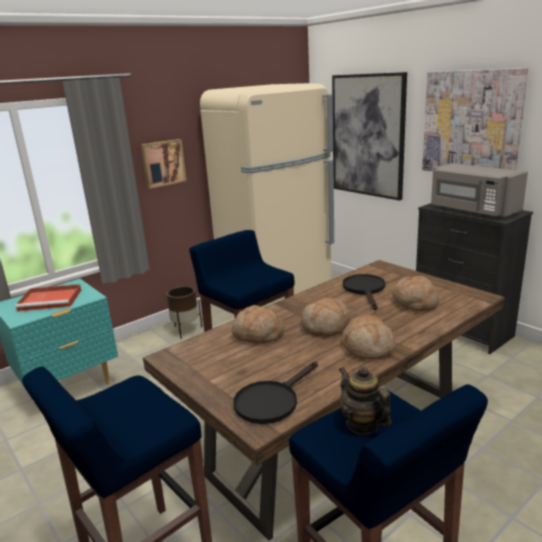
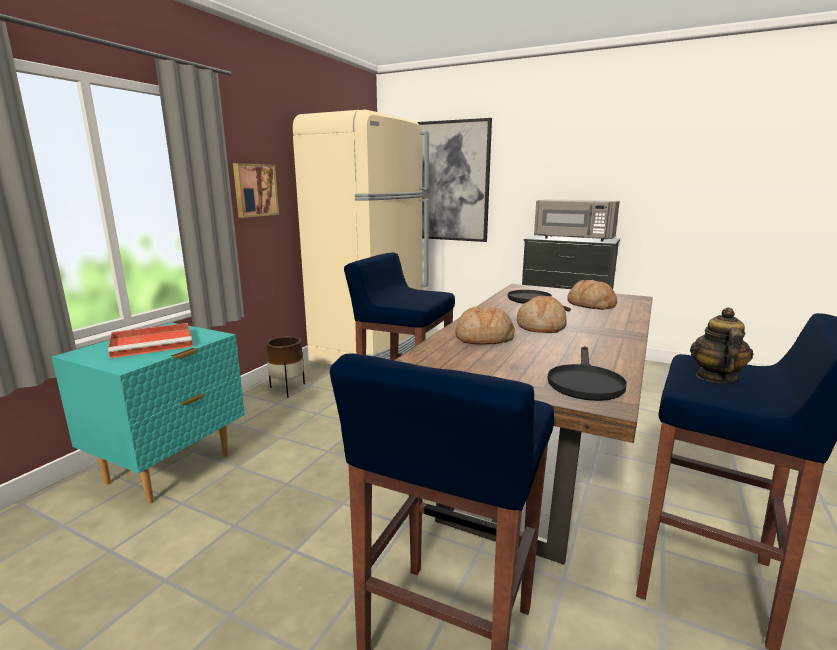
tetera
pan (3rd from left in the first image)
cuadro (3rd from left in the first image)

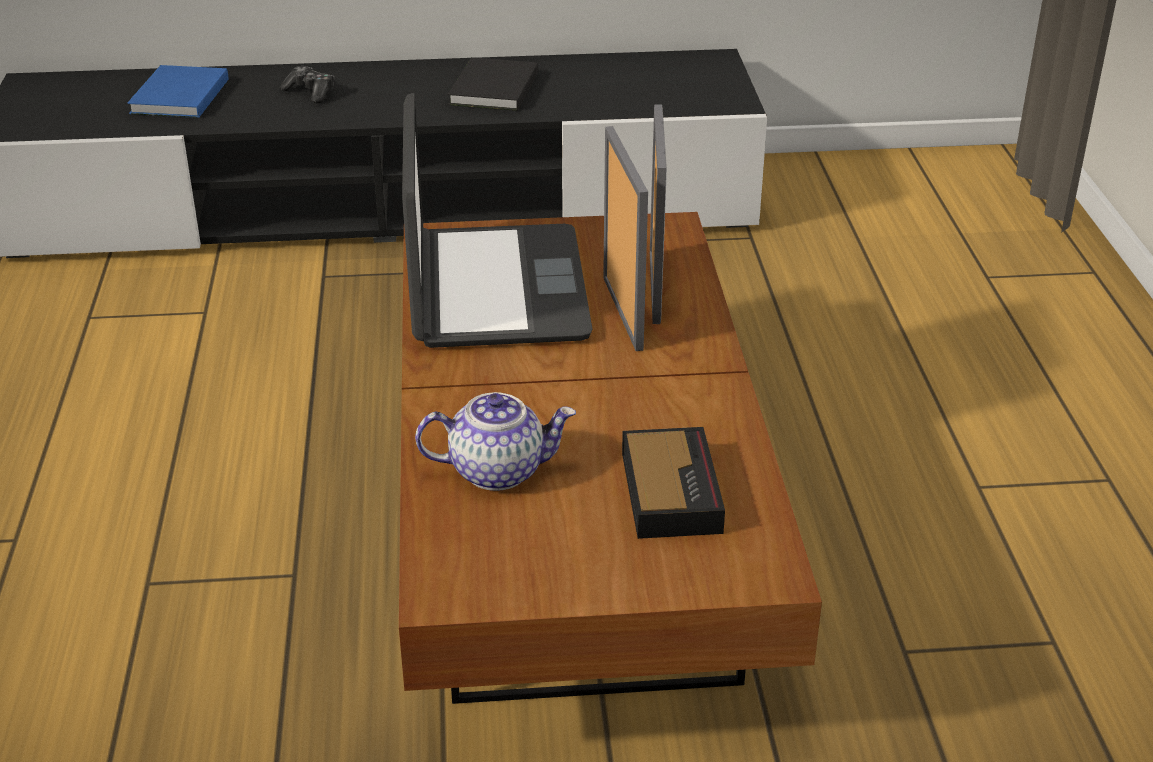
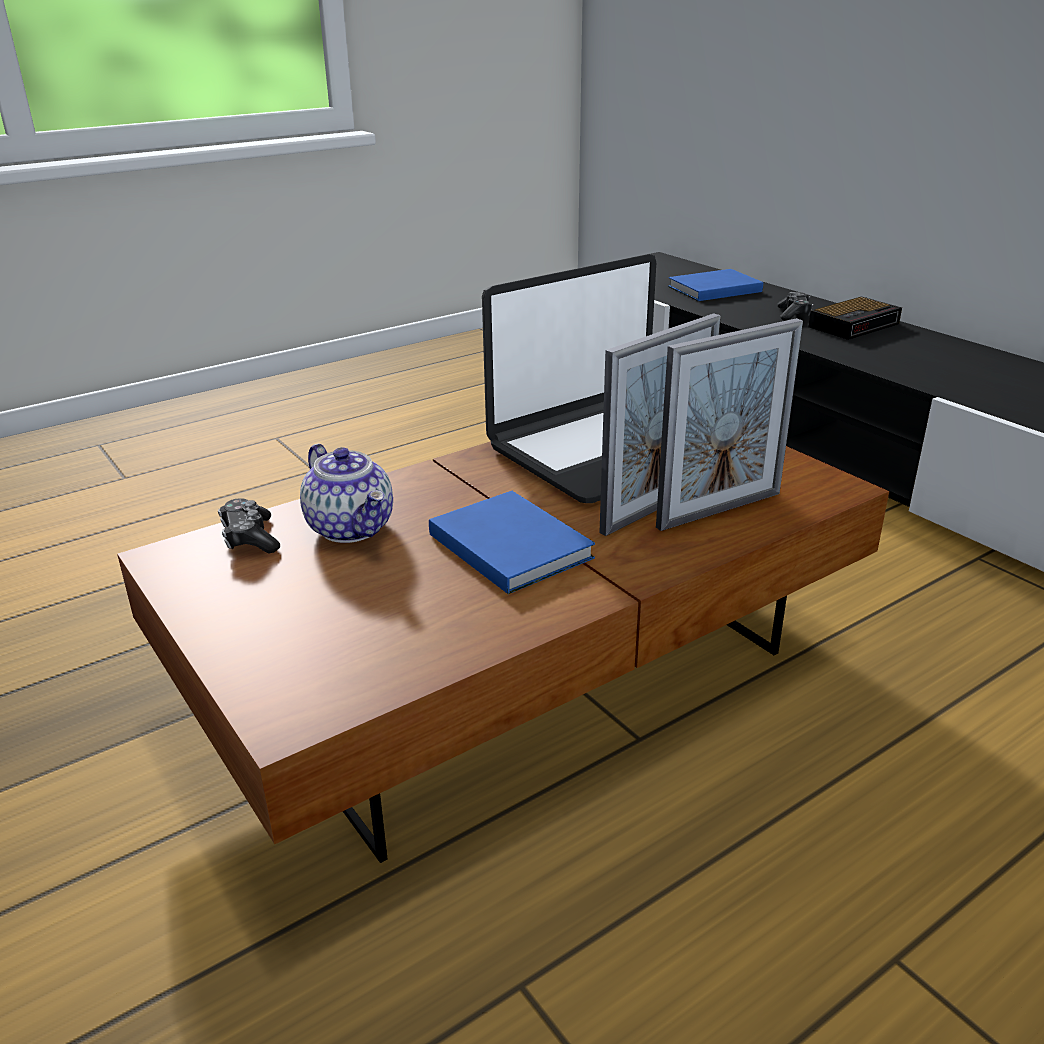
mando de consola (1st from left)
libro [azul] (1st from left)
despertador
libro [negro]

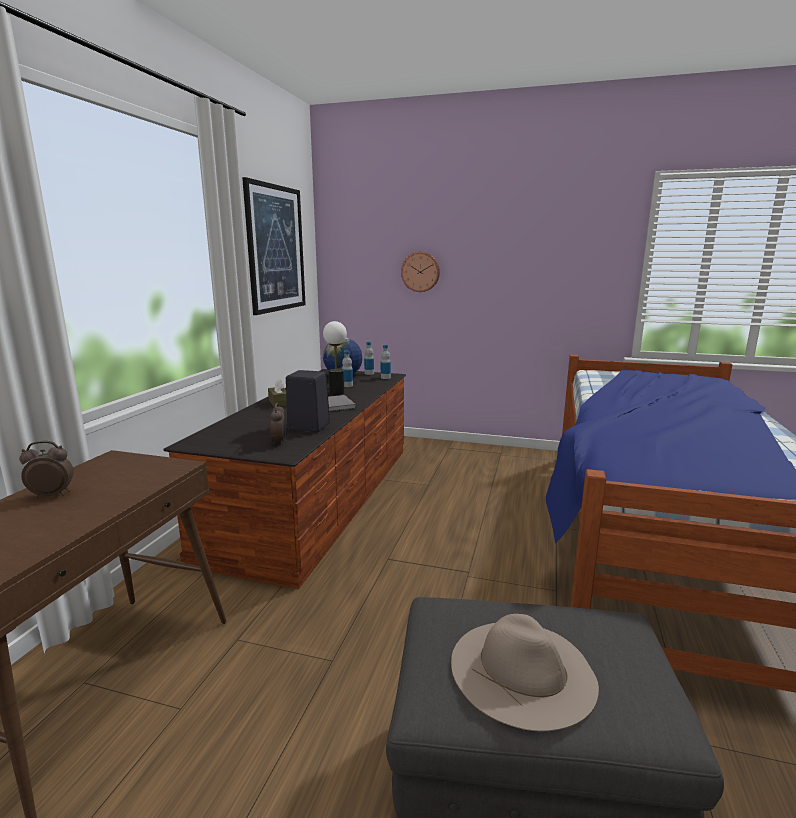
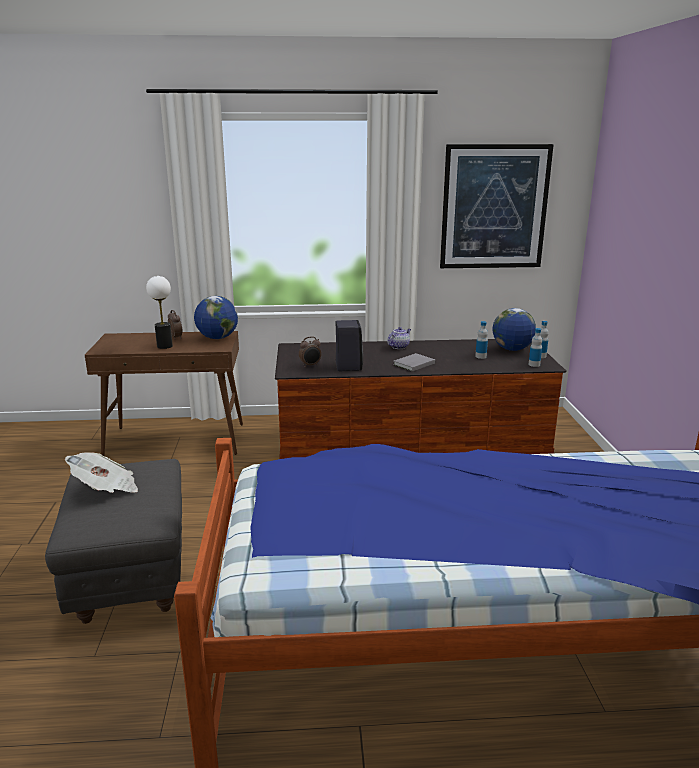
periódico
lámpara de mesa
globo terráqueo (1st from left)
tetera
reloj de pared

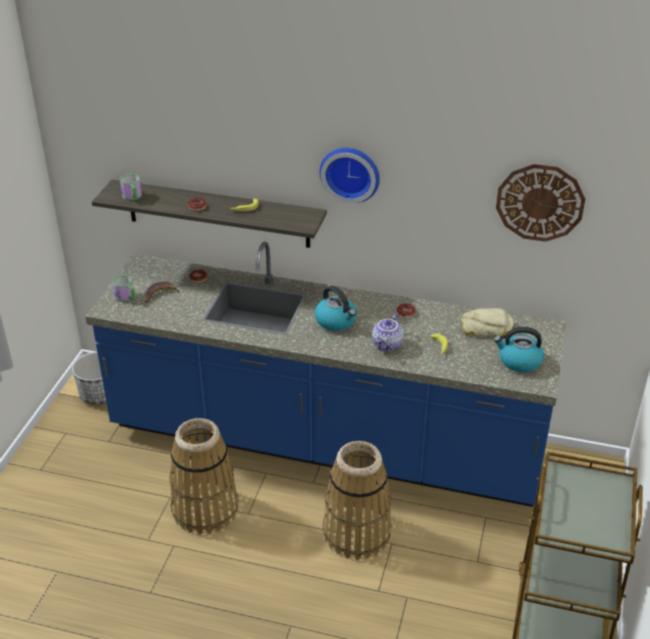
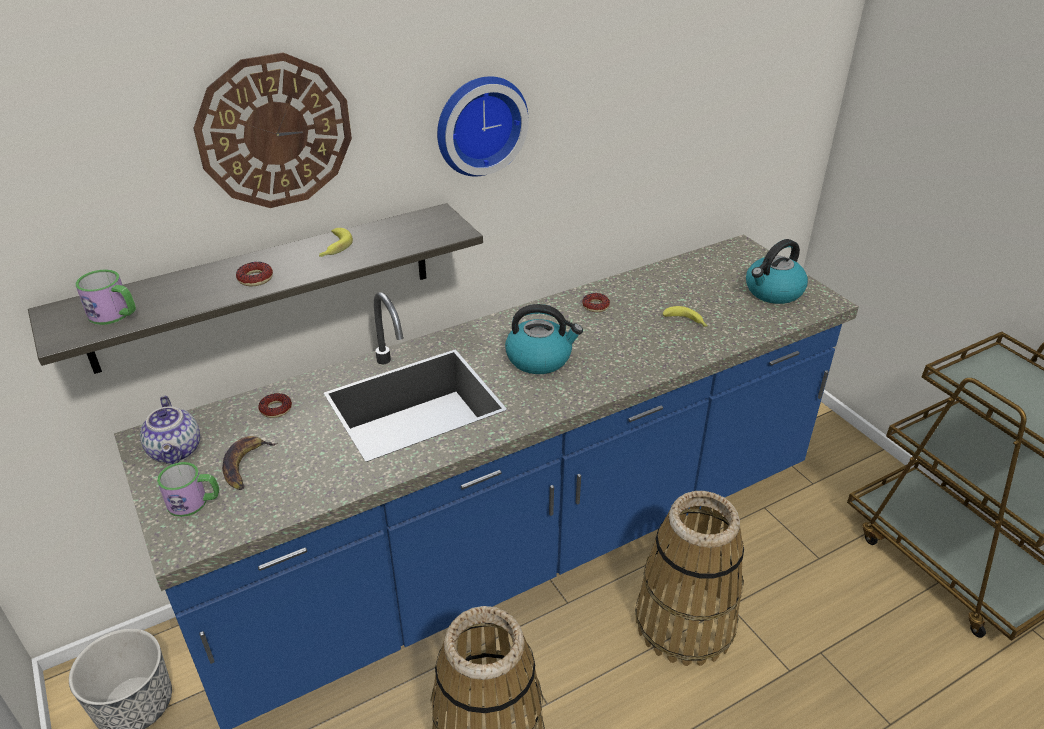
tetera
reloj de pared (1st from left)
pan

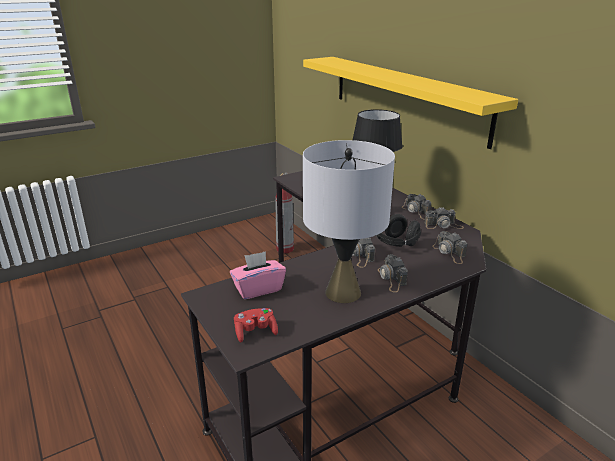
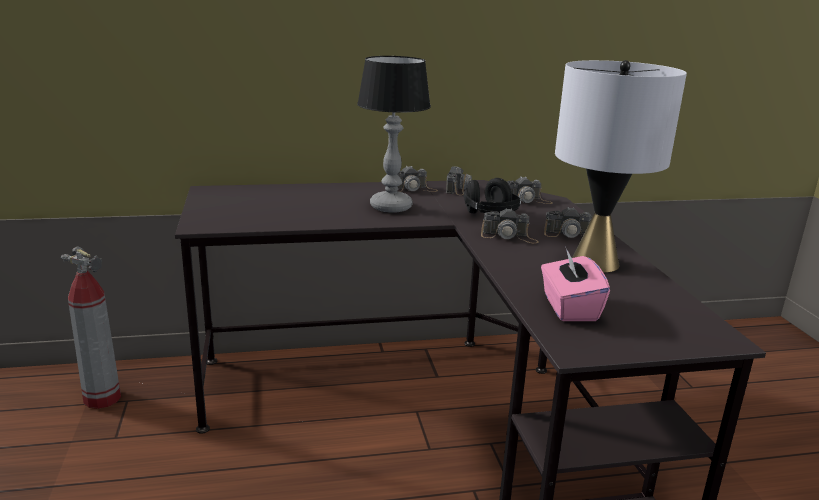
mando de consola [rojo]
estante [amarillo]

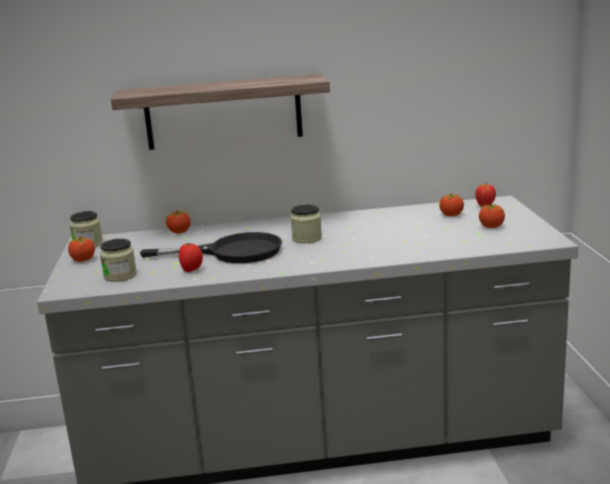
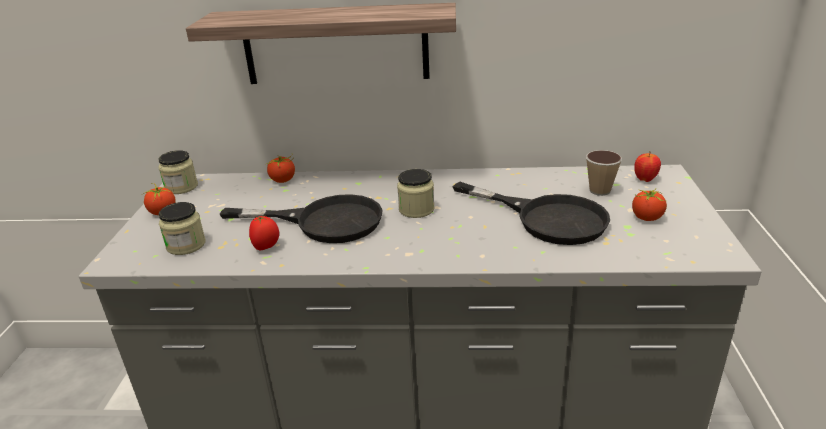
sartén [negro] (2nd from left)
taza

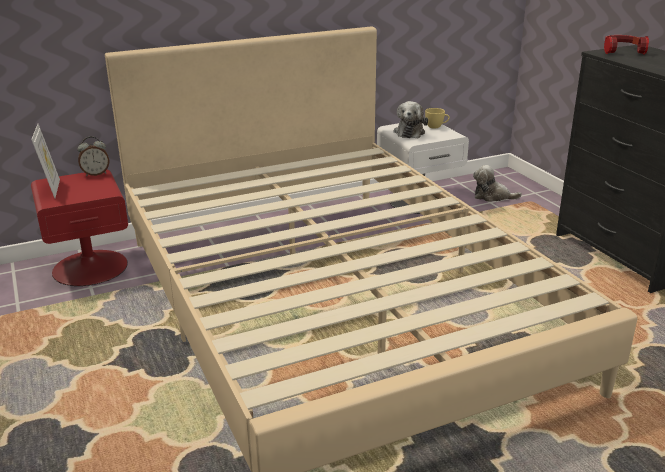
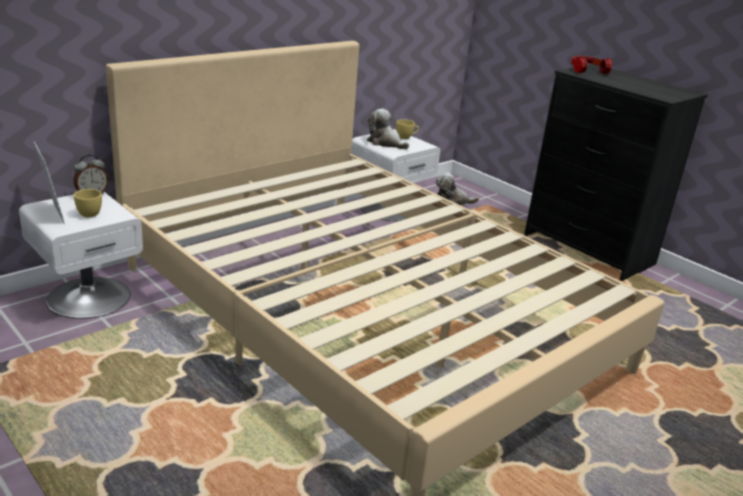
mesita de noche [blanco] (1st from left)
taza [amarillo] (1st from left)
peluche (1st from left)

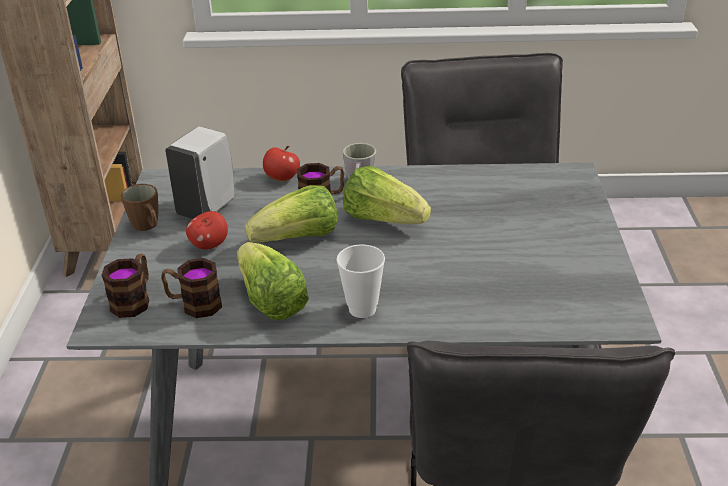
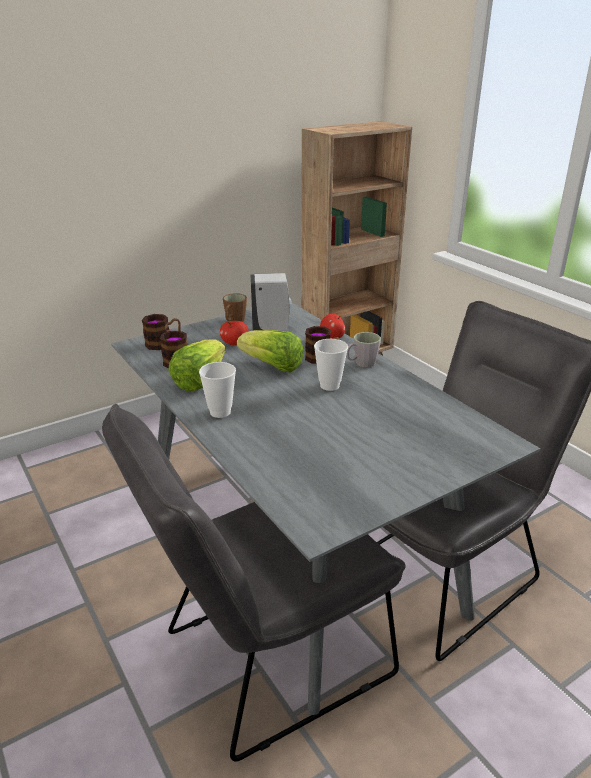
taza (2nd from left)

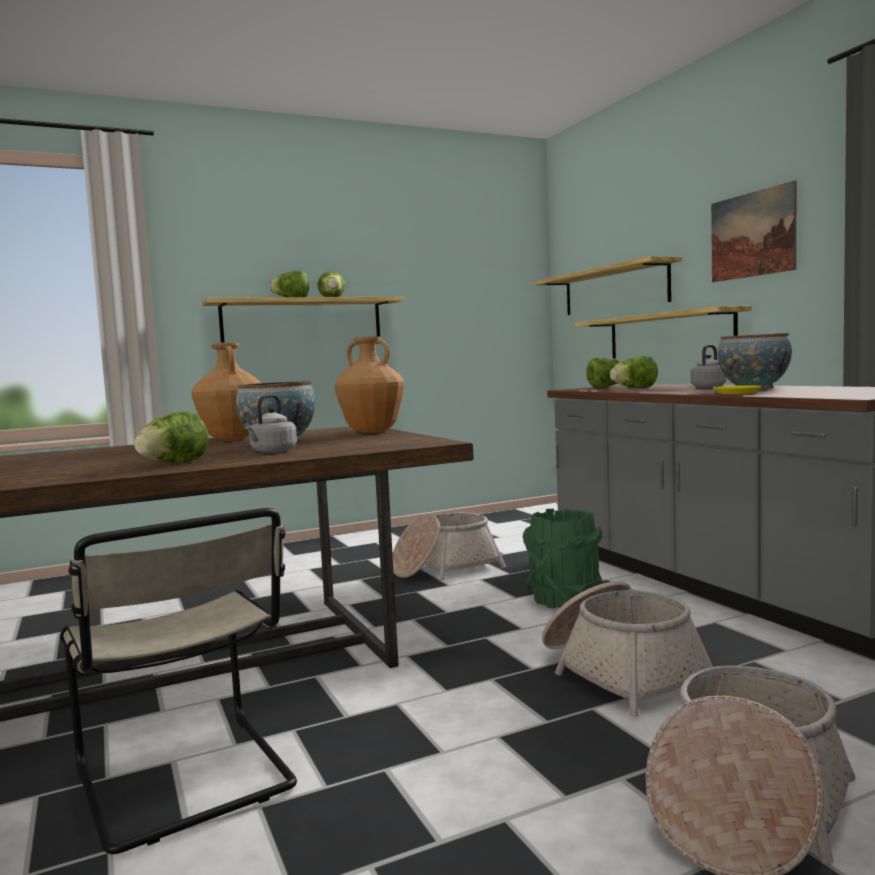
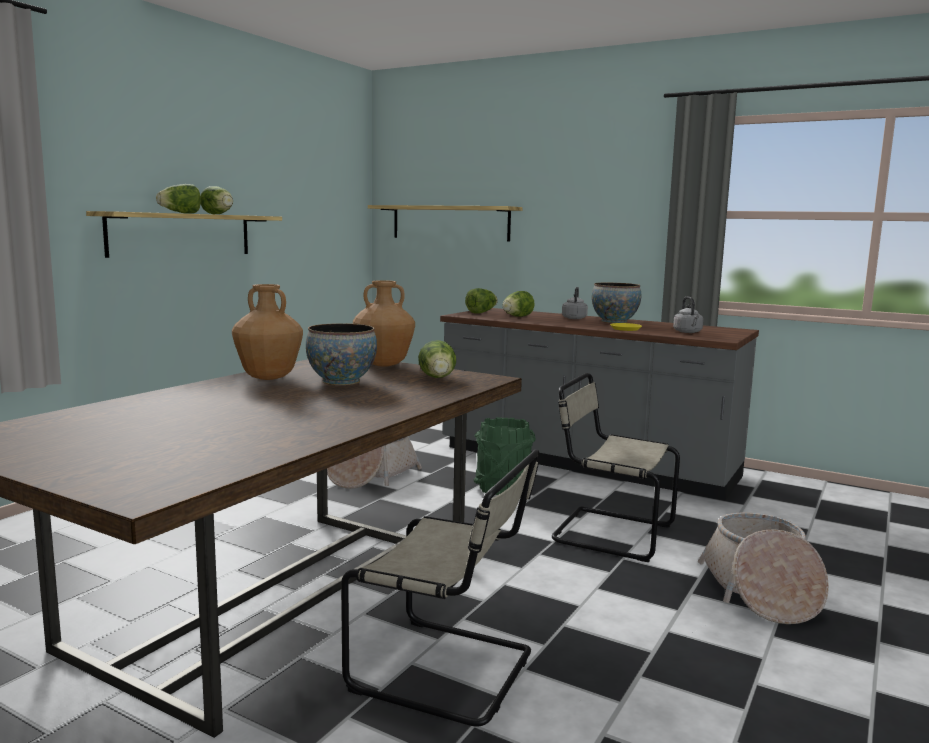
lechuga (3rd from left)
silla [beis] (2nd from left)
hervidor [gris] (2nd from left)
estante (3rd from left in the first image)
cuadro

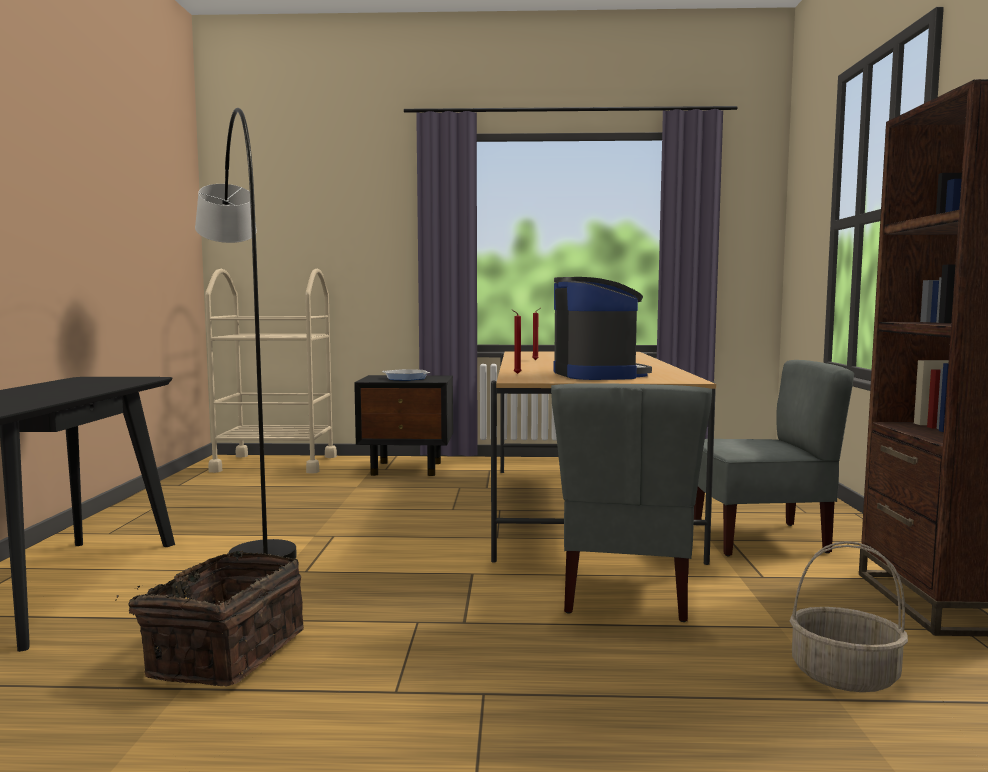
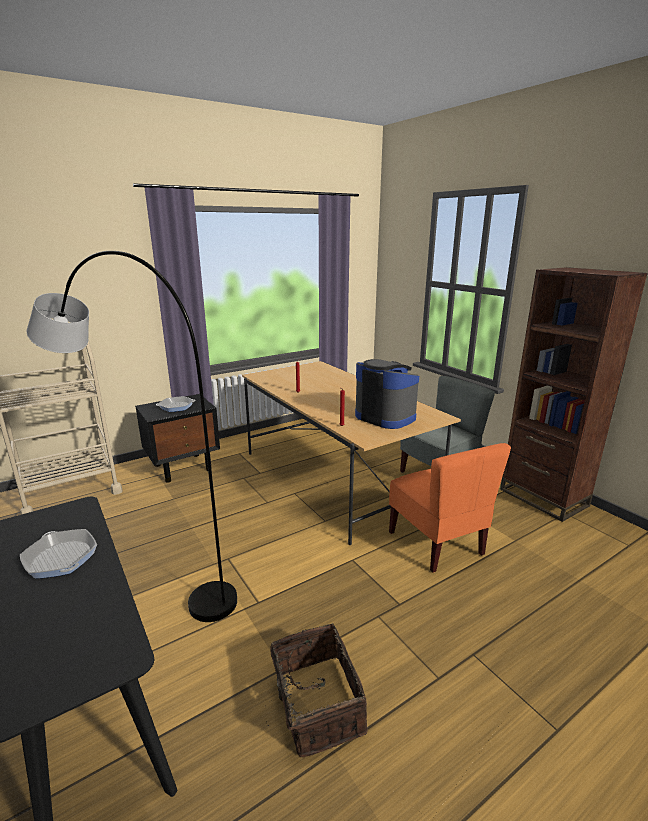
sartén (1st from left)
silla [naranja]
cesta (2nd from left in the first image)

